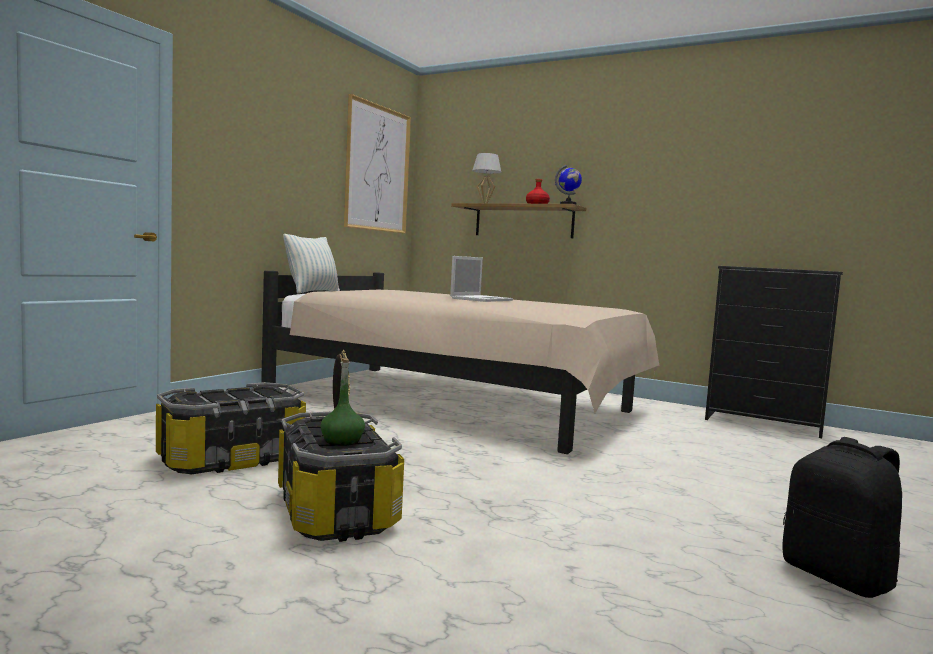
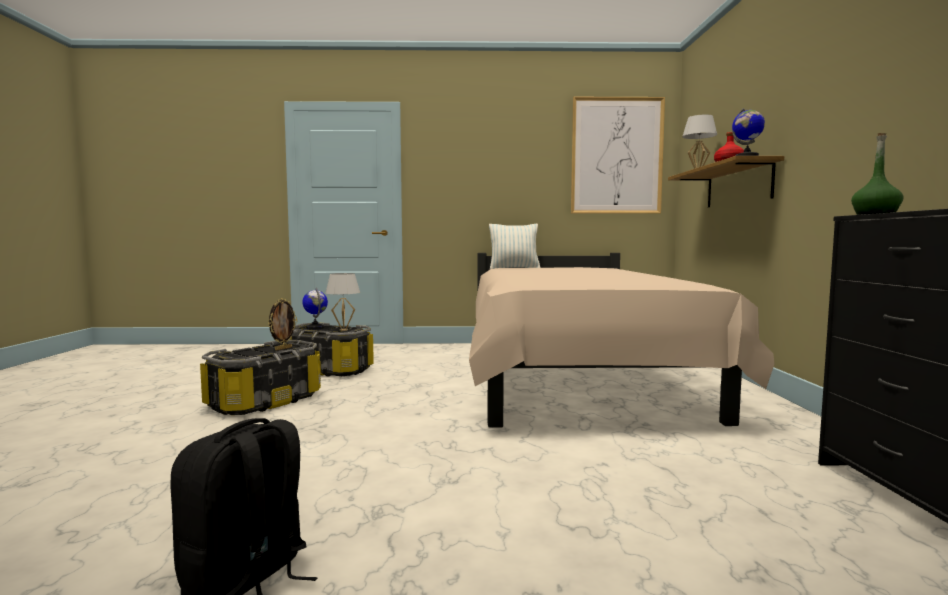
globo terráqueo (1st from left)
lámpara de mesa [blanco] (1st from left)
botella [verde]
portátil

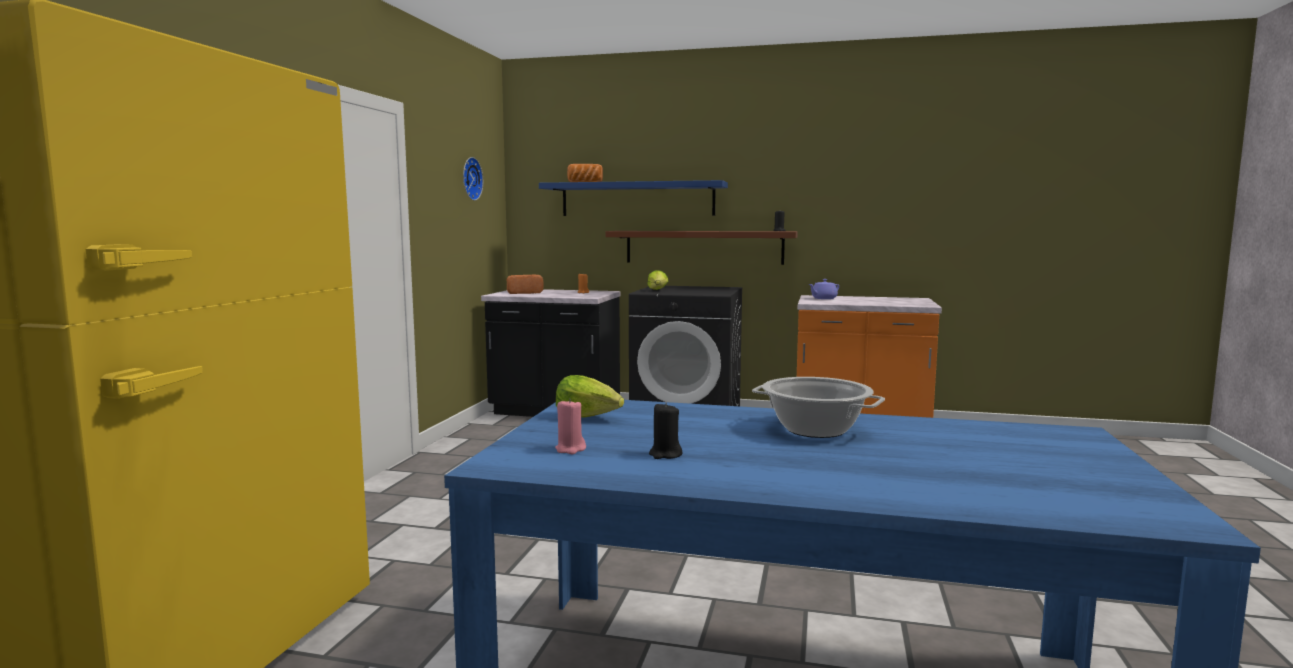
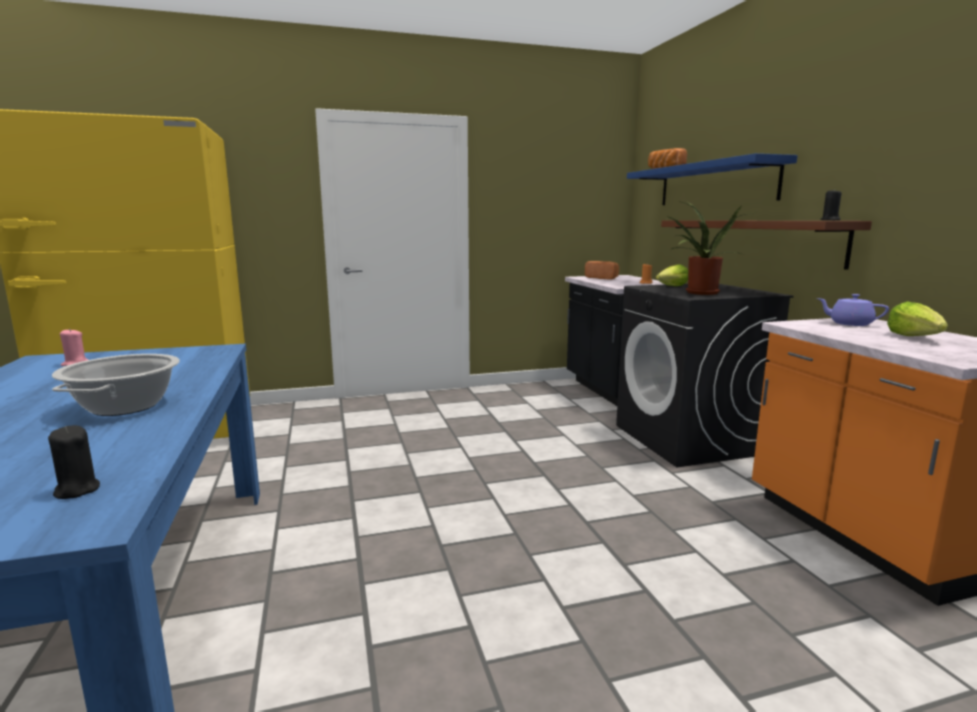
vela [negro] (1st from left)
planta en maceta
lechuga (2nd from left)
reloj de pared

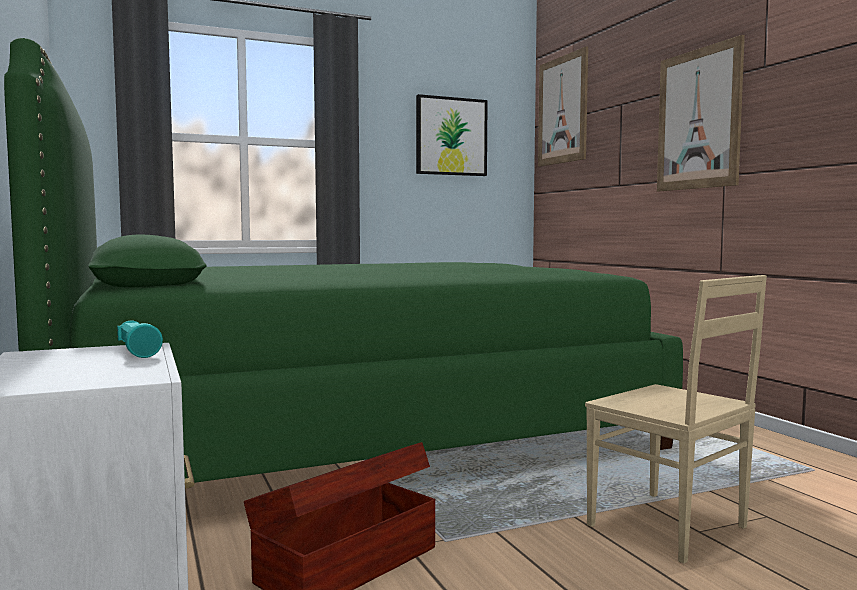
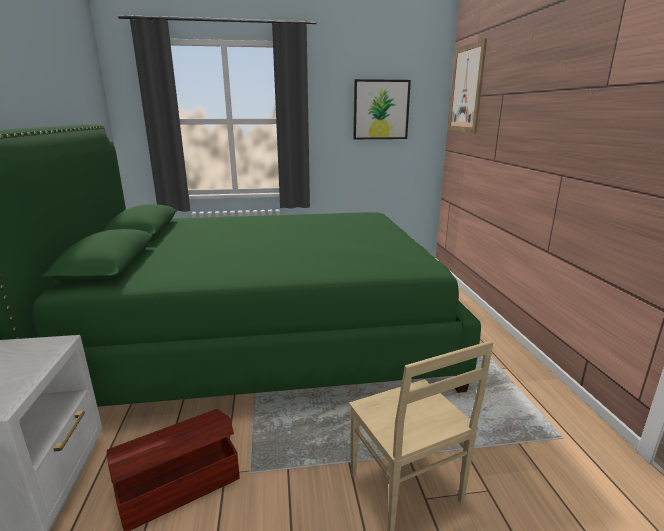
linterna [turquesa]
cuadro (3rd from left in the first image)

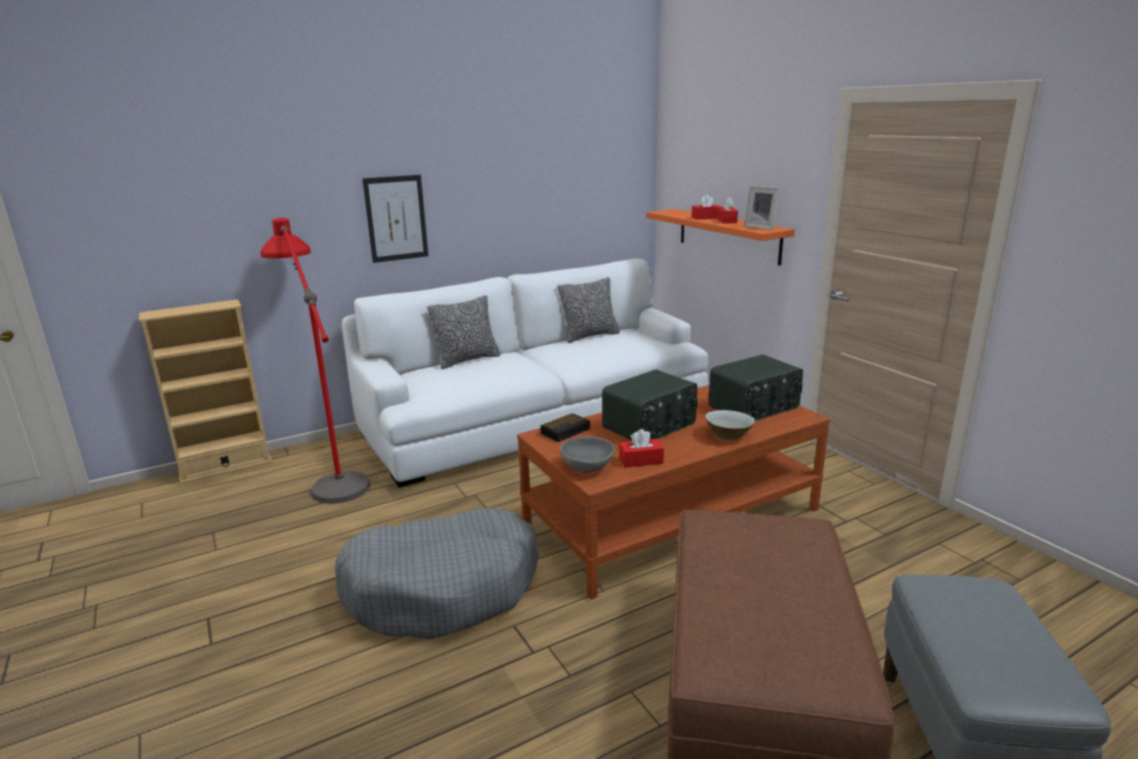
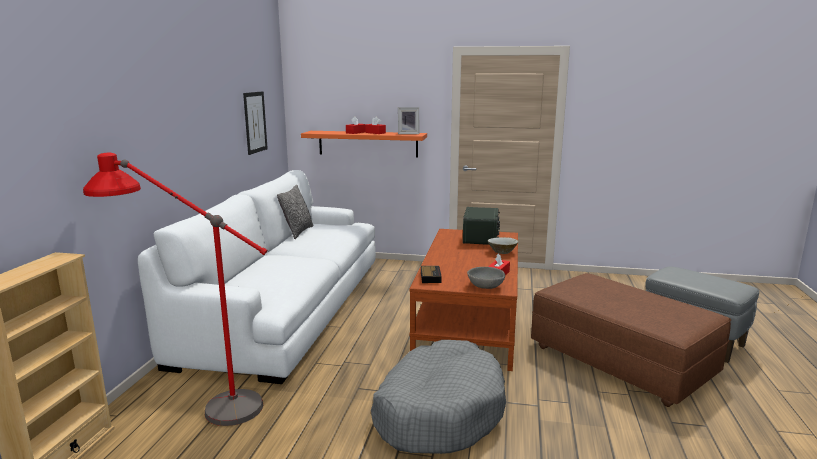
cuadro
cojín (1st from left in the first image)
radio (1st from left in the first image)

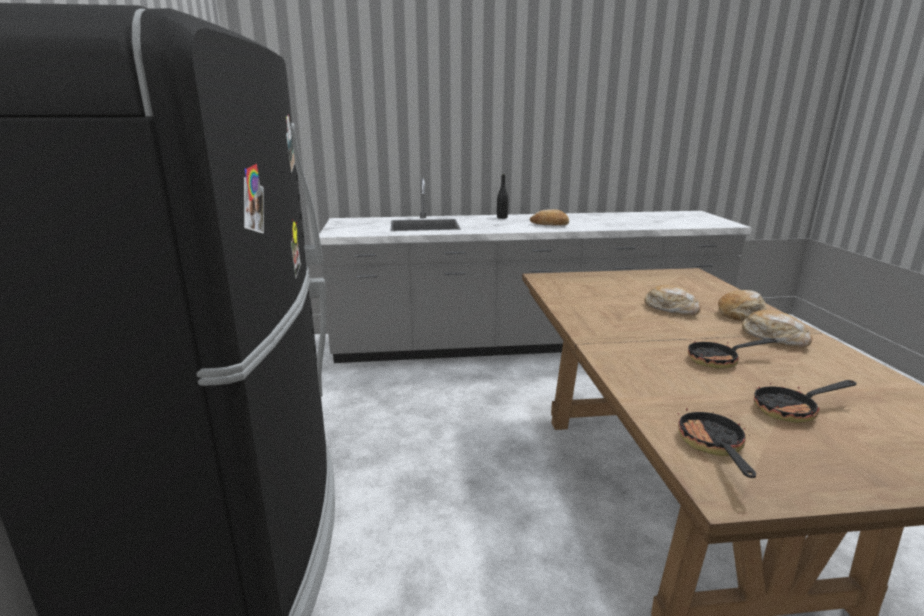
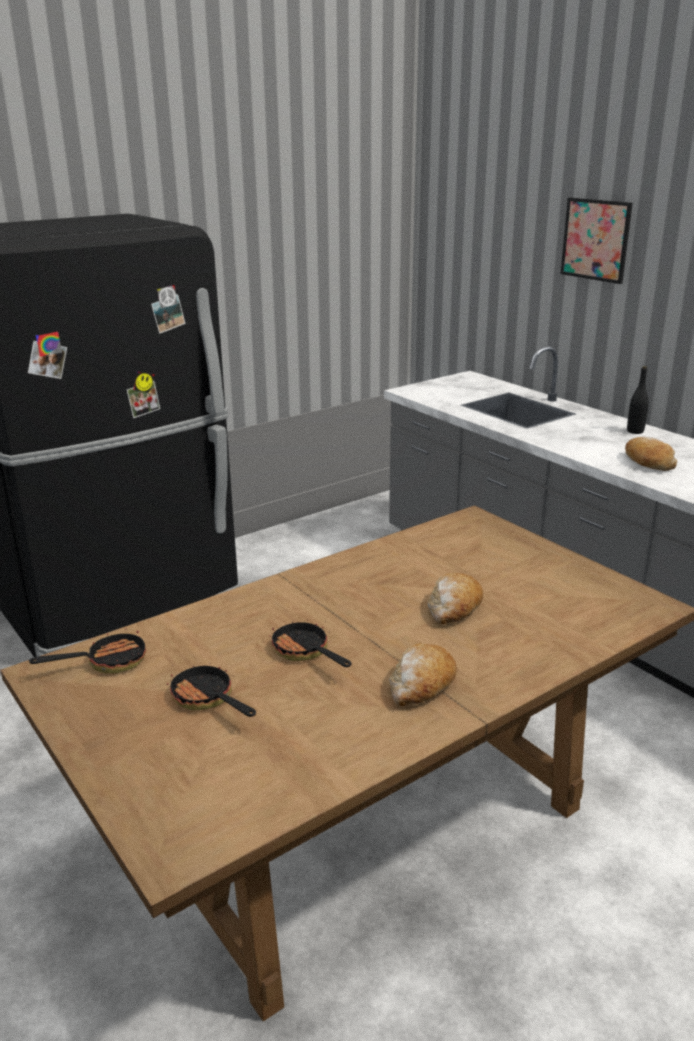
cuadro
pan (3rd from left in the first image)

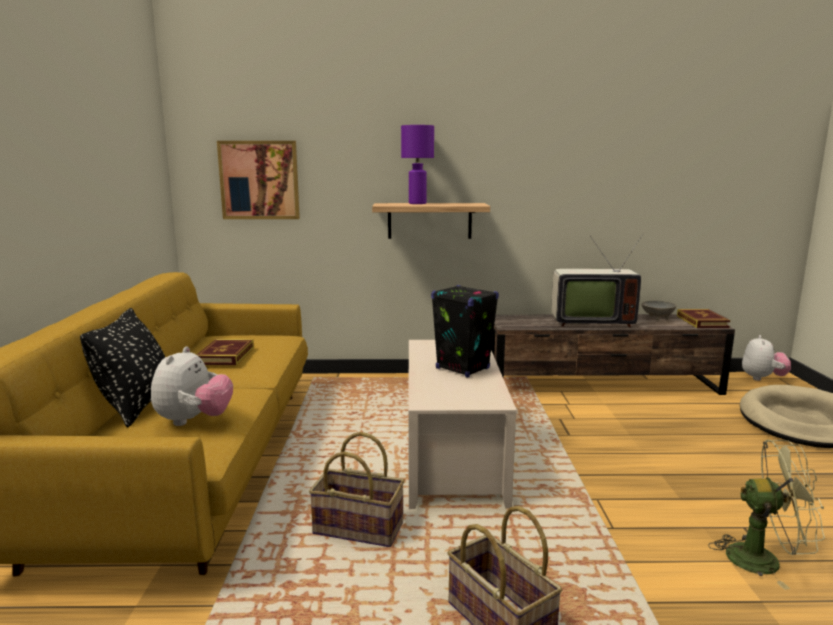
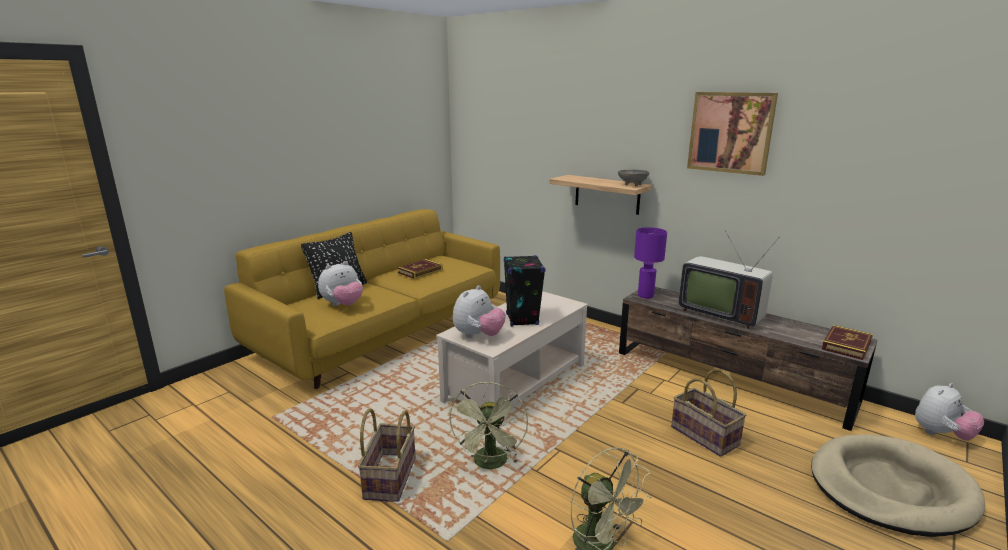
ventilador [verde] (1st from left)
peluche (2nd from left)
cuenco [gris]
lámpara de mesa [morado]
cesta (2nd from left)
cuadro

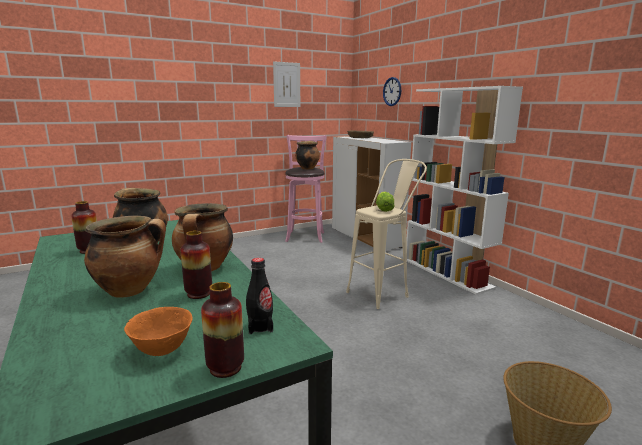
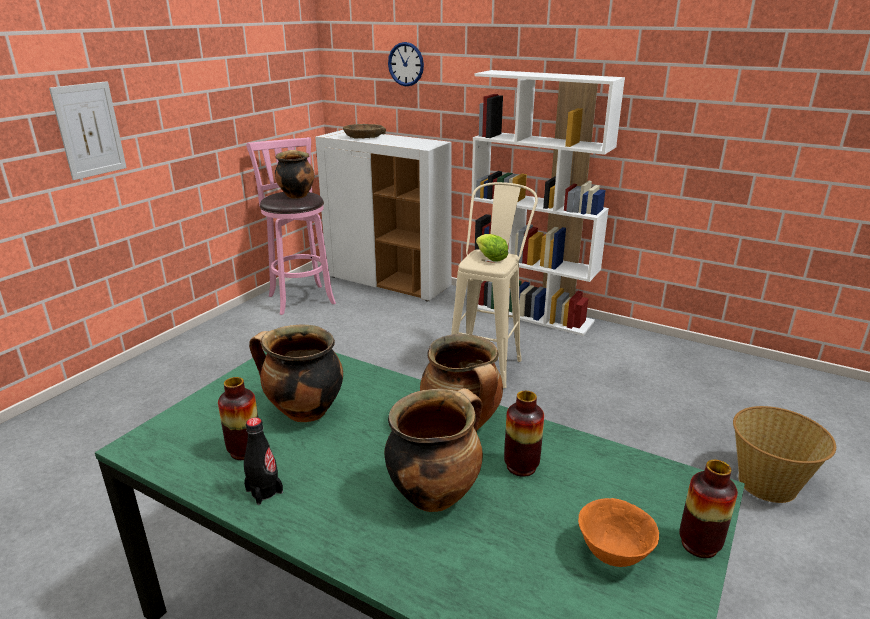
cuadro
botella [negro]

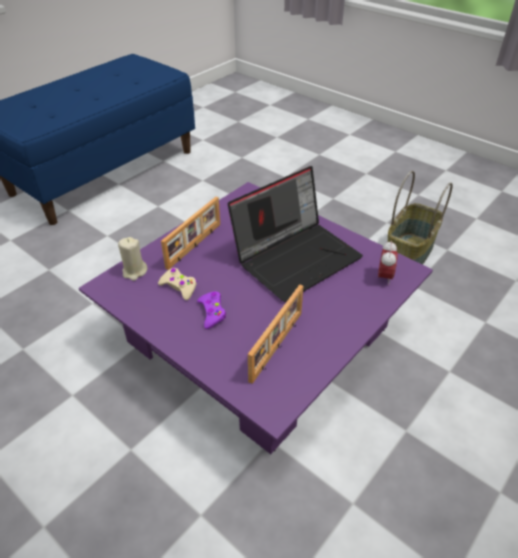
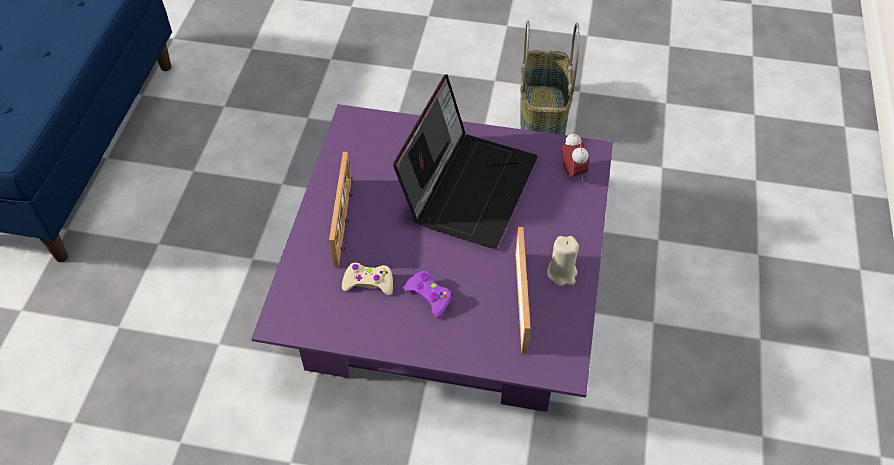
vela [beis]

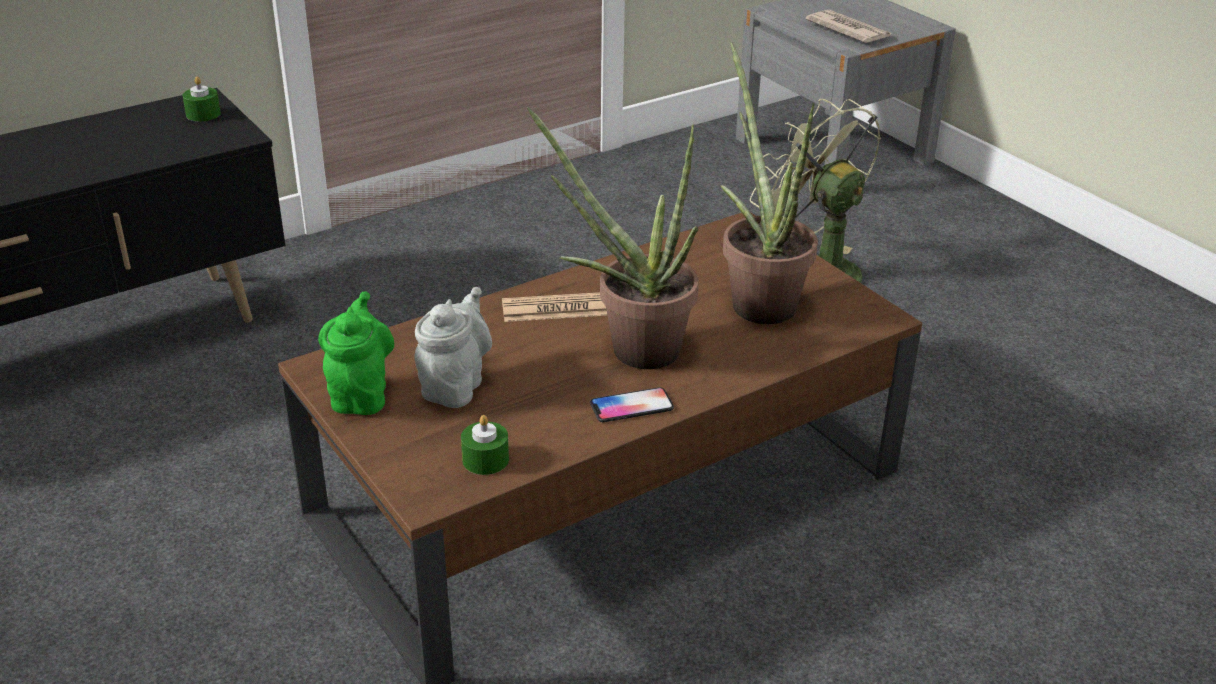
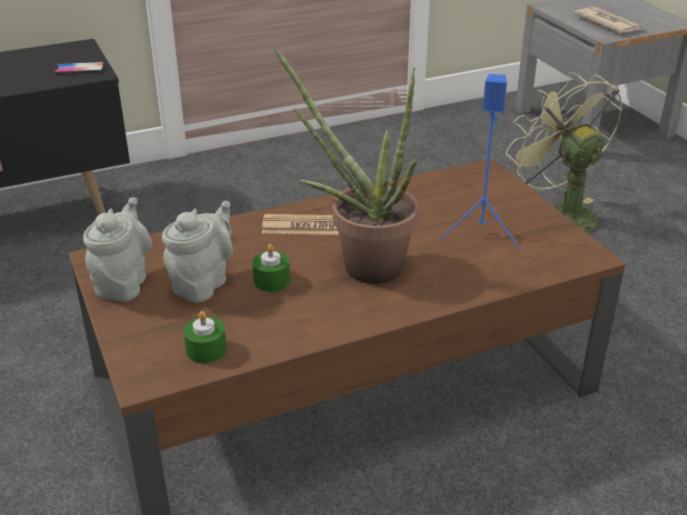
móvil
tetera [gris] (1st from left)
vela [verde] (2nd from left)
altavoz [azul]

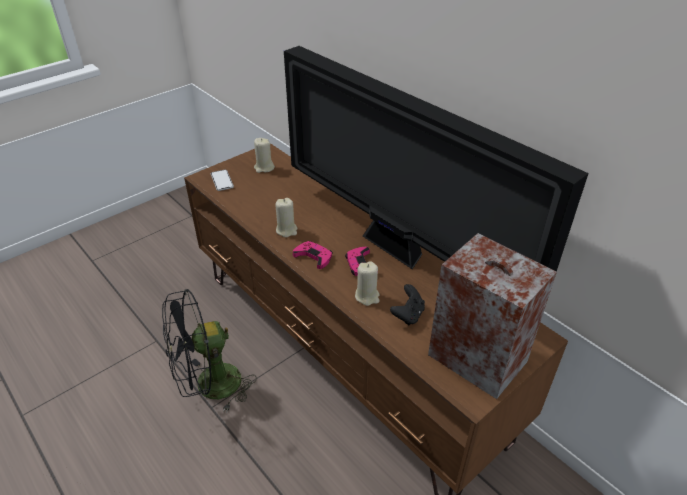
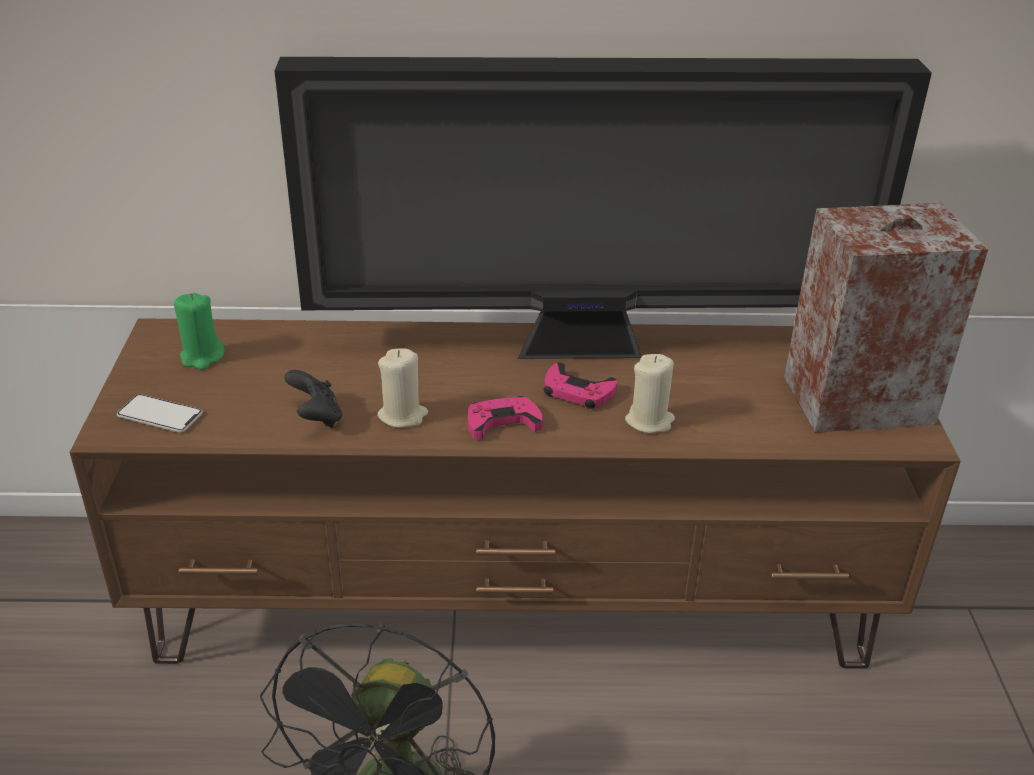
vela [verde]
mando de consola [negro]

